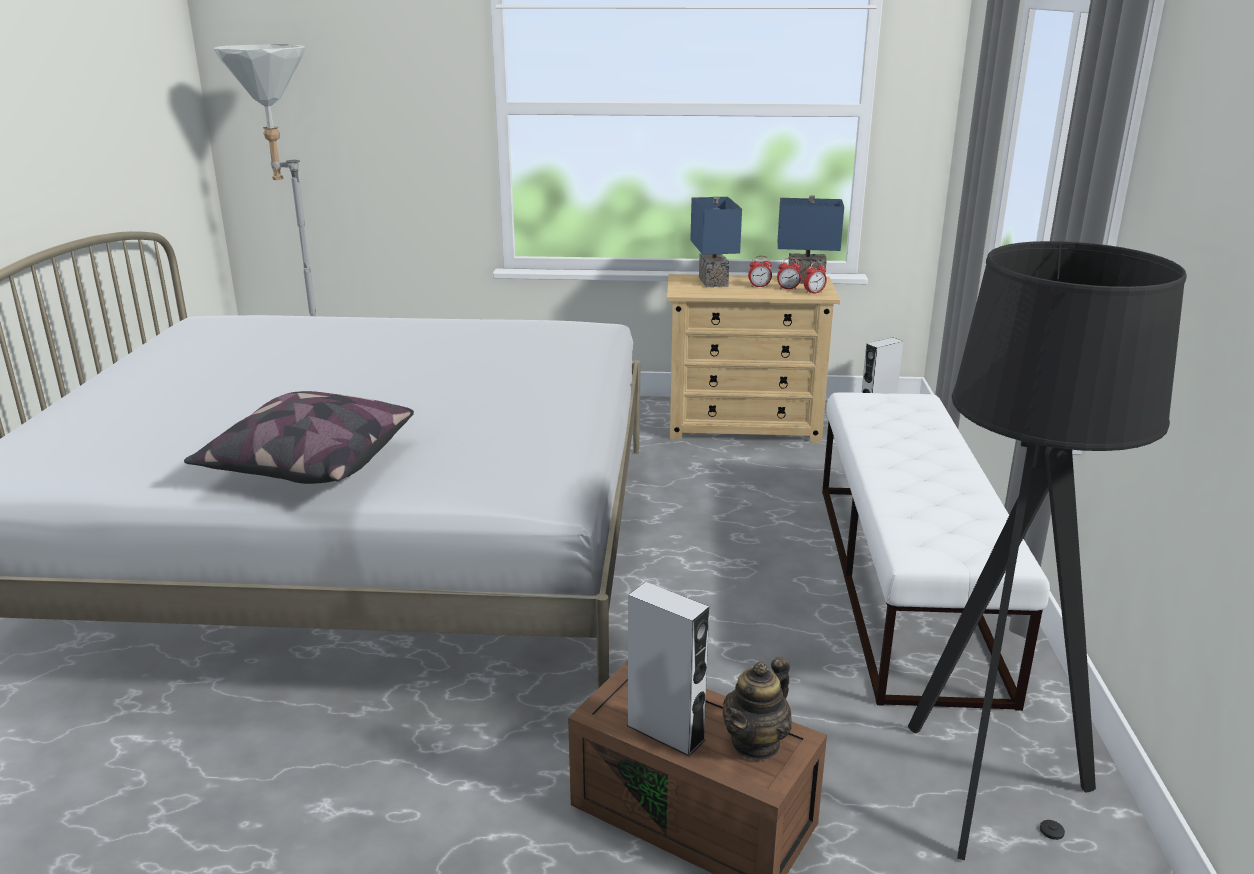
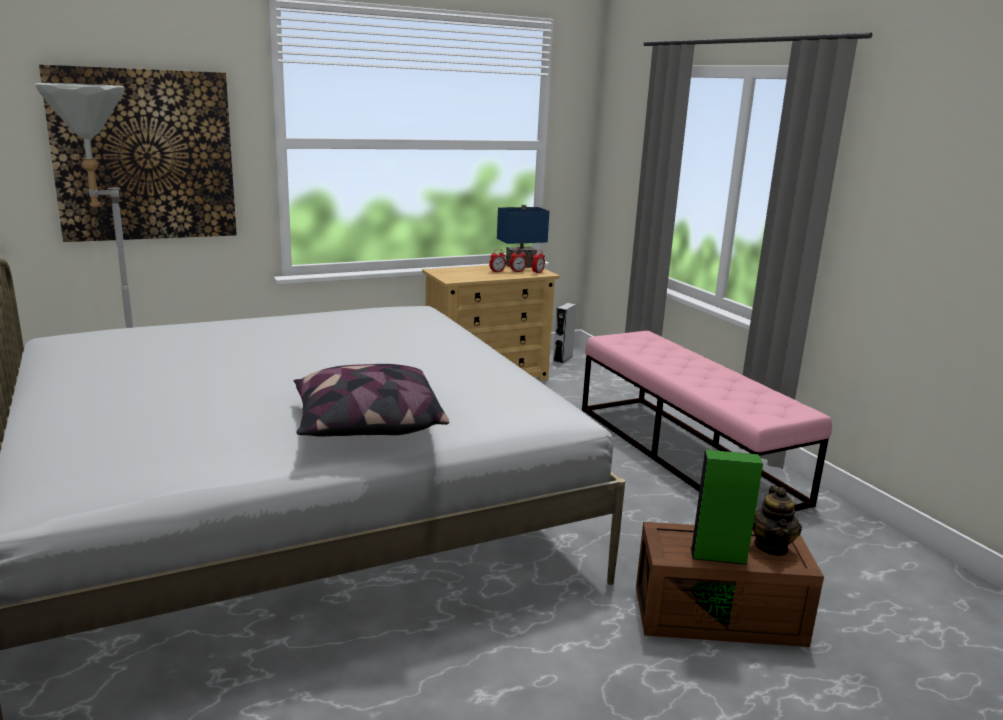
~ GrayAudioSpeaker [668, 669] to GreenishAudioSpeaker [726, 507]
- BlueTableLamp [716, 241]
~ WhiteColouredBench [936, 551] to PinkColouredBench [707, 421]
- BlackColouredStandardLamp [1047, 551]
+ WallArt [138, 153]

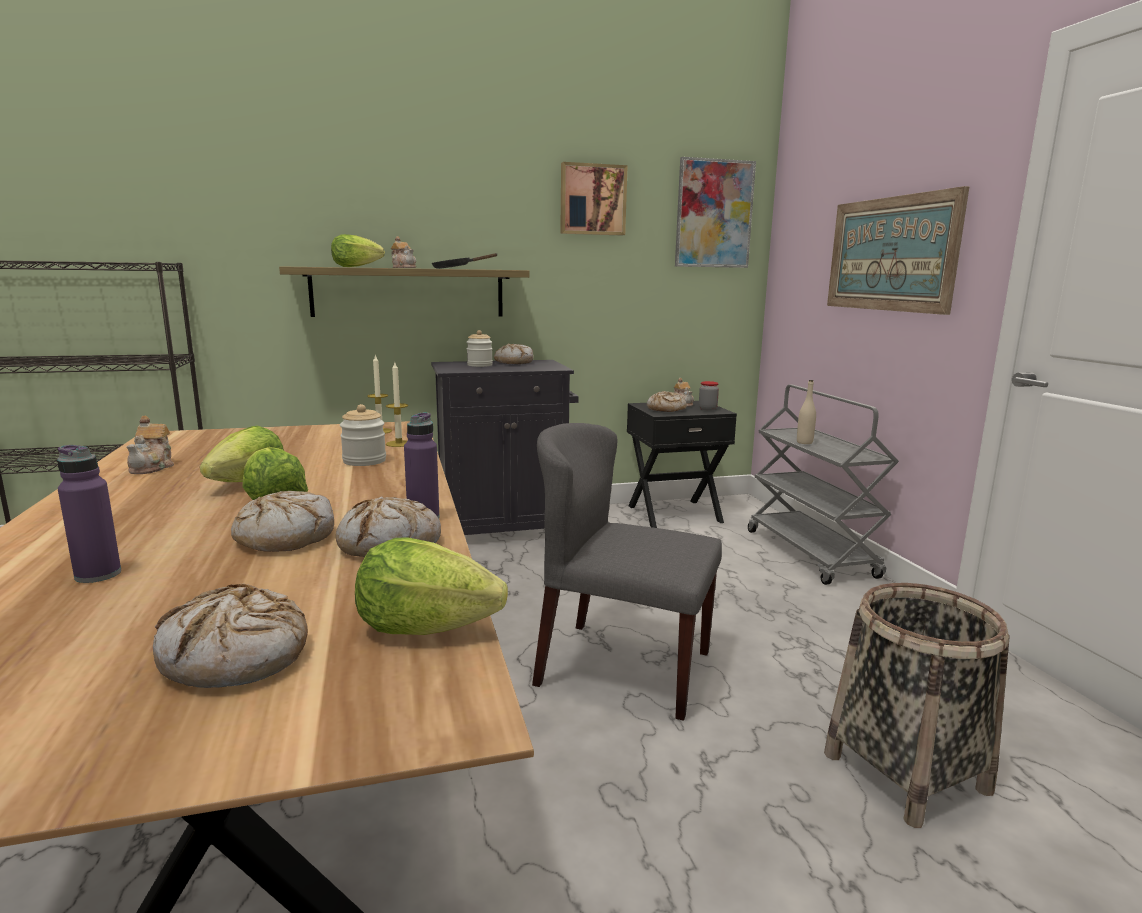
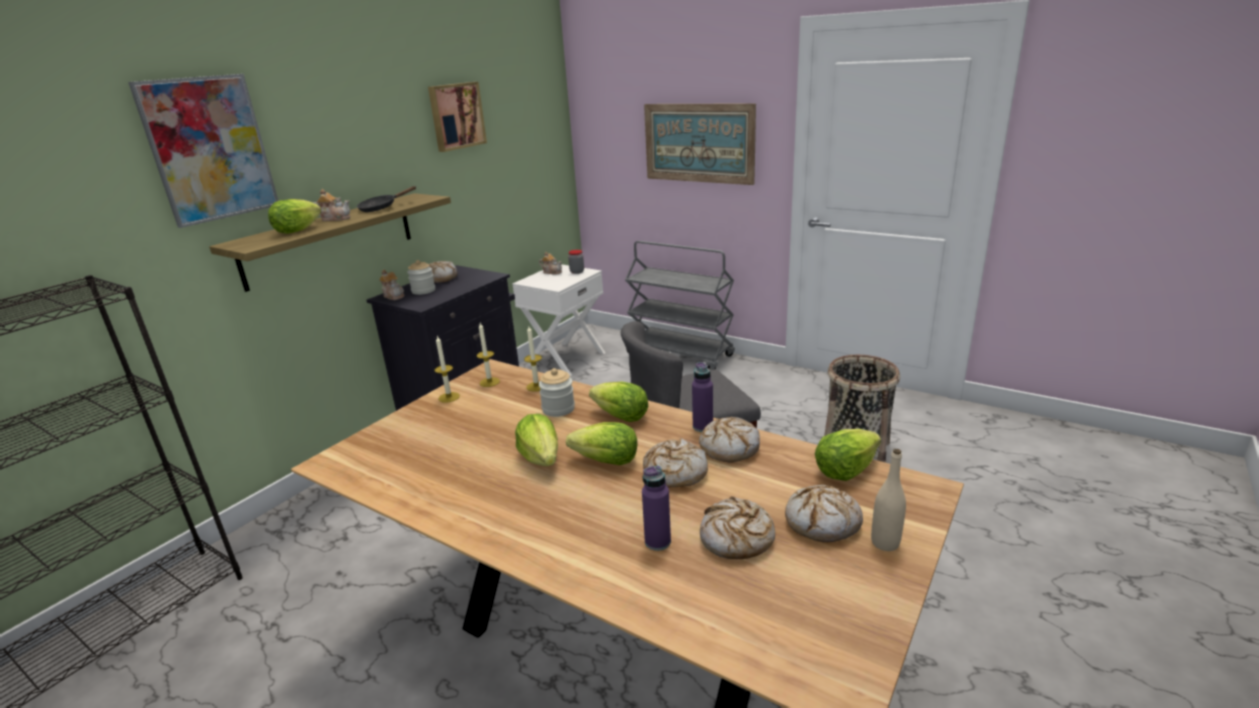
~ TeaPot [150, 445] to [391, 285]
~ BlackColouredNightTable [682, 464] to WhiteColouredNightTable [558, 320]
~ Bread [667, 401] to [737, 527]
~ WallArt [715, 212] to [203, 151]
~ SandColouredBottle [806, 412] to [888, 500]
+ WaxCandle [447, 369]
+ HeadOfLettuce [618, 401]

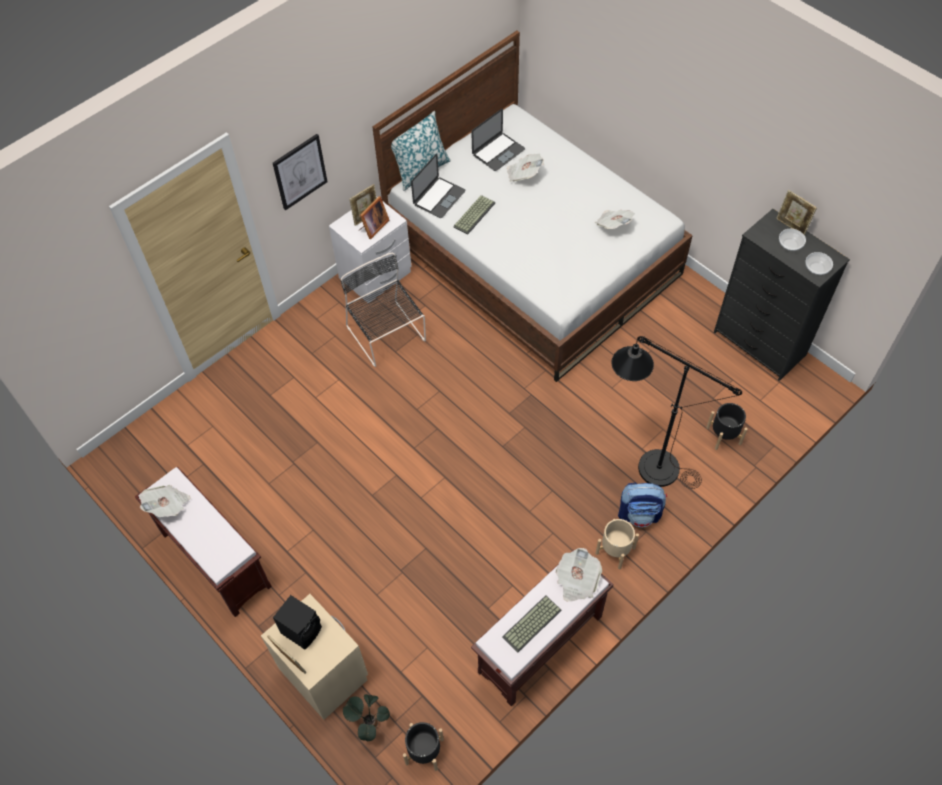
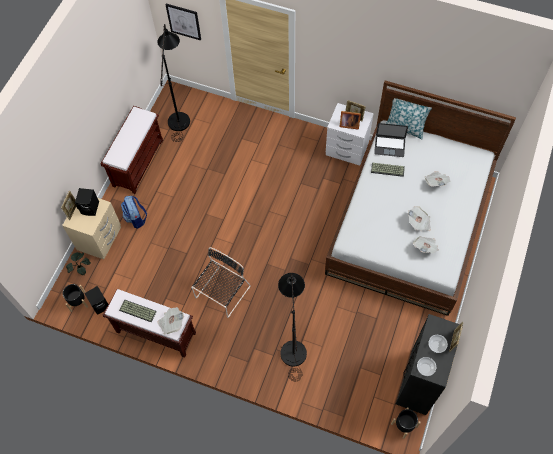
~ Newspaper [165, 501] to [419, 218]
~ WallArt [300, 172] to [183, 22]
~ BlackColouredUprightChair [383, 310] to [221, 282]
- PortableComputer [498, 140]
- SandColouredFlowerPot [617, 544]
~ Knapsack [642, 505] to [134, 212]
~ BlackColouredFlowerPot [727, 426] to [406, 423]
+ BlackColouredAudioSpeaker [96, 300]
+ BlackColouredStandardLamp [173, 83]

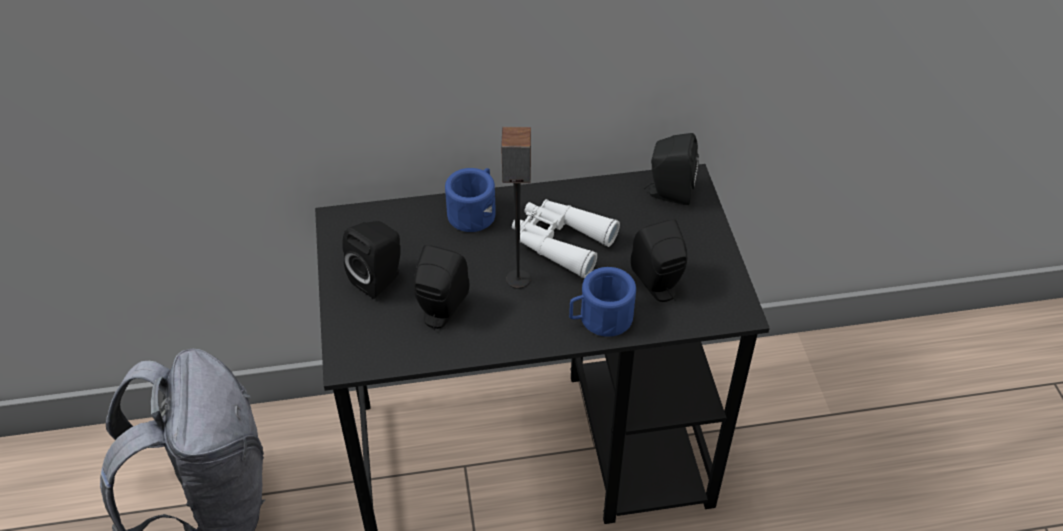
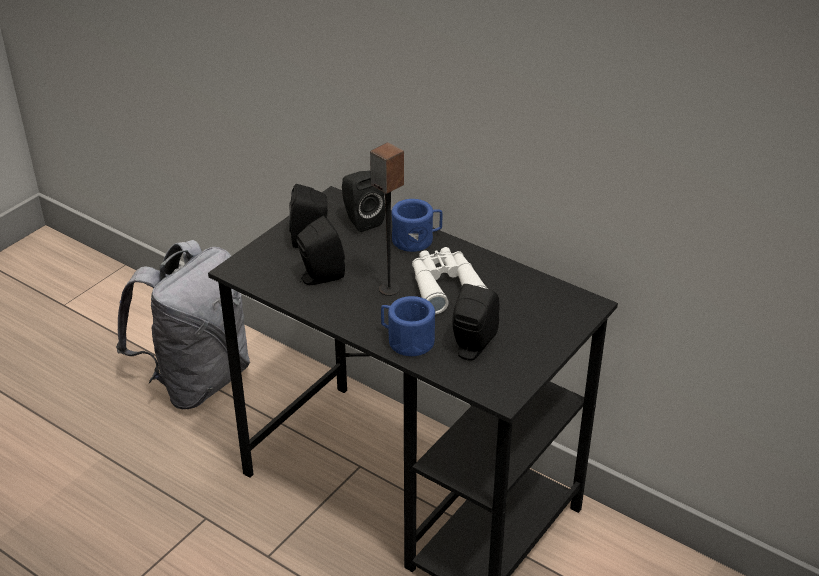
~ BlackColouredAudioSpeaker [671, 169] to [363, 201]

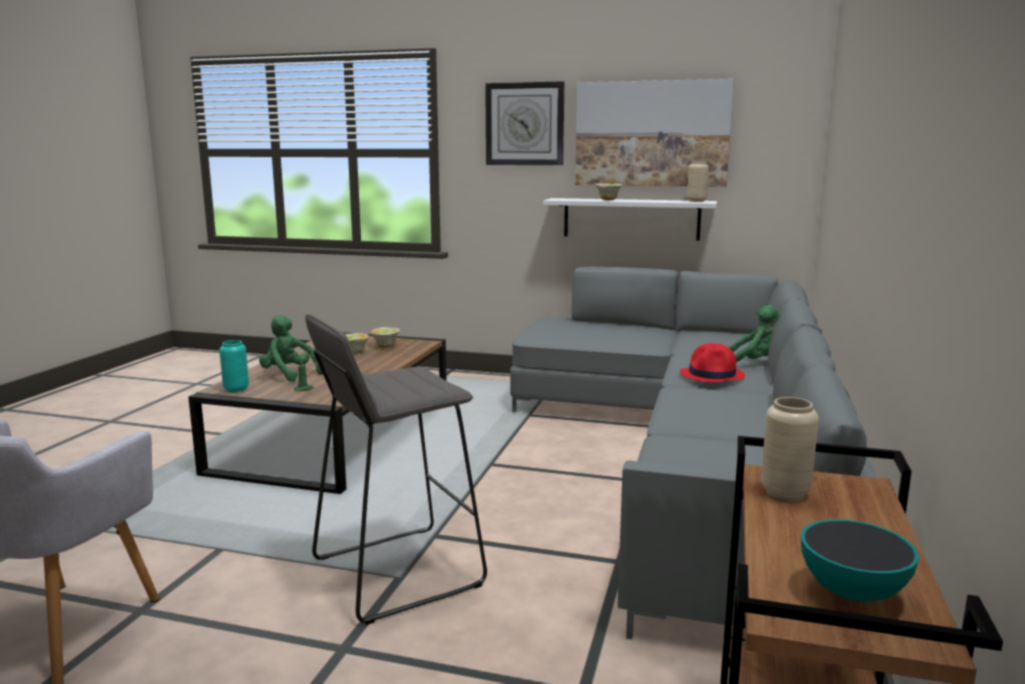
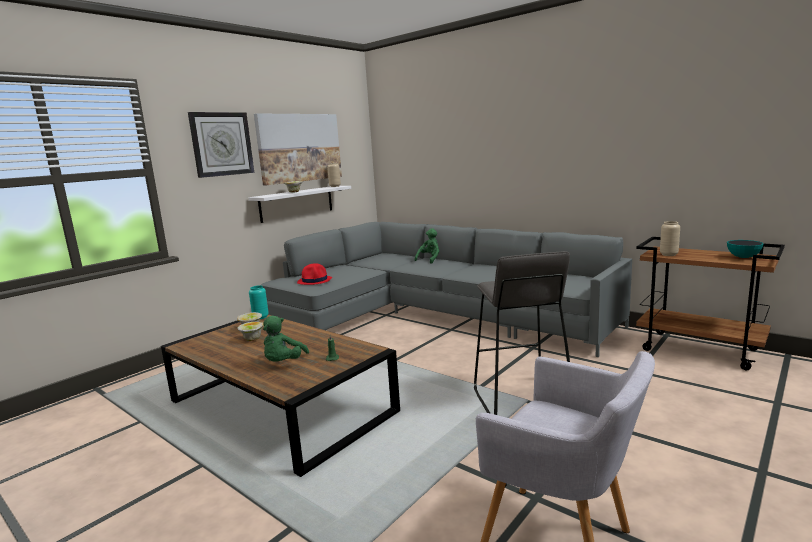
~ TurquoiseDecorativeVase [234, 366] to [259, 302]
~ GreenishPlushToy [291, 348] = [286, 339] 45 degrees counterclockwise
~ RedColouredClothingHat [712, 362] to [314, 274]

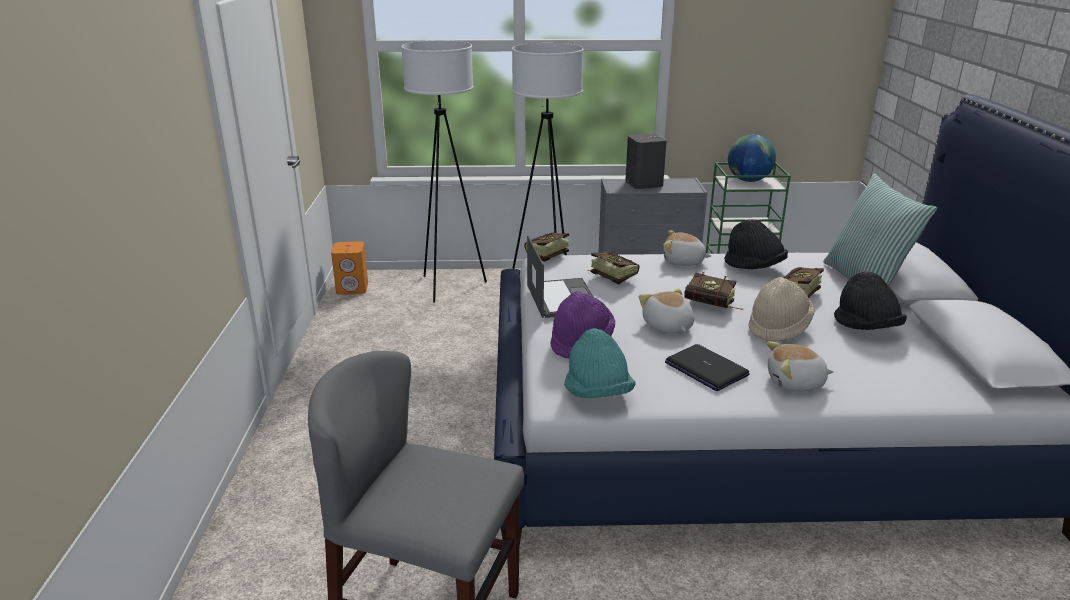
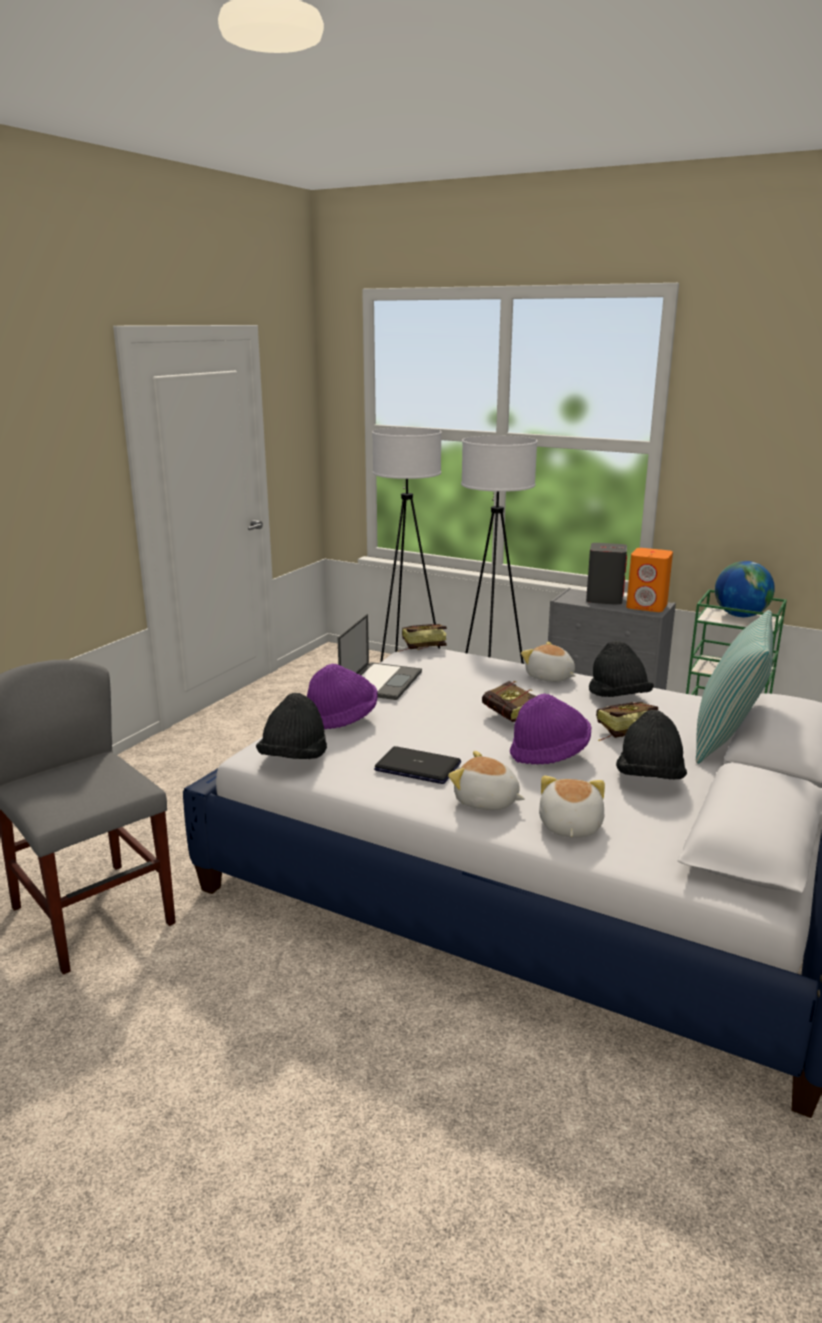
~ OrangeyAudioSpeaker [349, 268] to [649, 580]
~ TurquoiseClothingHat [600, 363] to BlackColouredClothingHat [291, 726]
- Volume [613, 268]
~ PlushToy [666, 311] to [572, 806]
~ PortableComputer [707, 367] = [417, 765] 120 degrees clockwise
~ SandColouredClothingHat [781, 309] to PurplishClothingHat [550, 729]

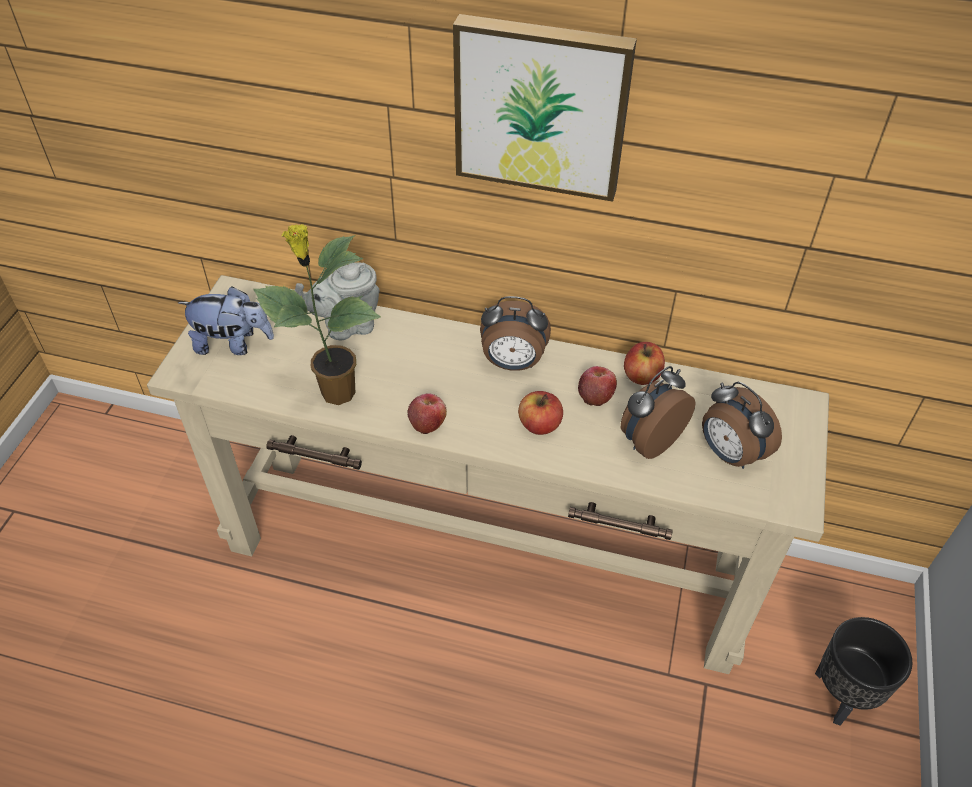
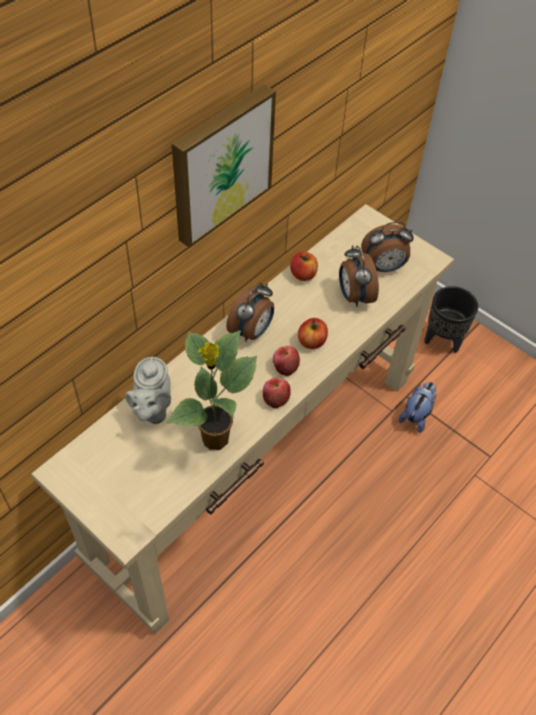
~ PlushToy [226, 320] to [418, 407]
~ AppleFruit [597, 386] to [286, 361]

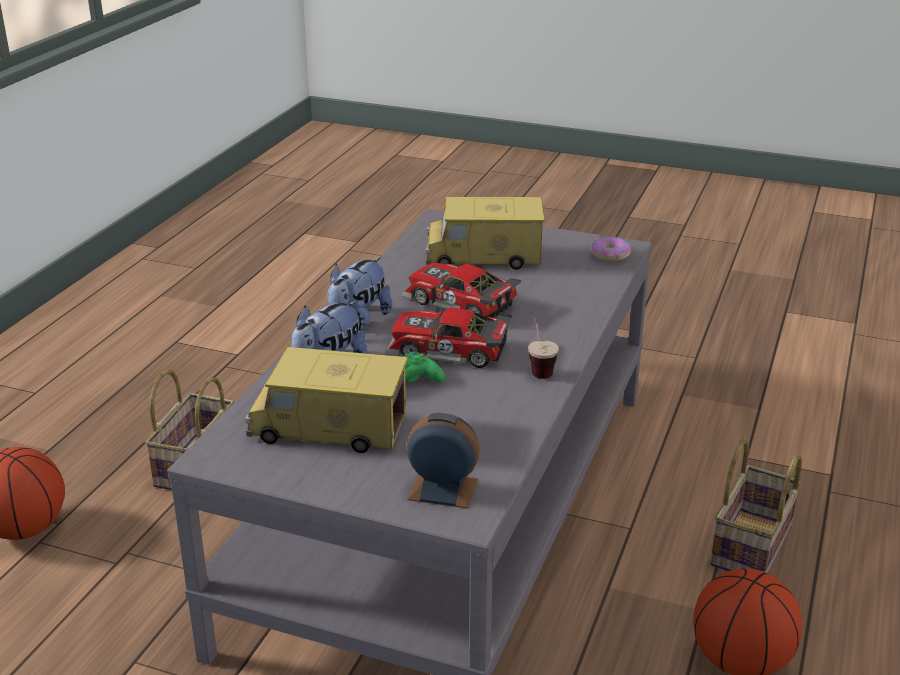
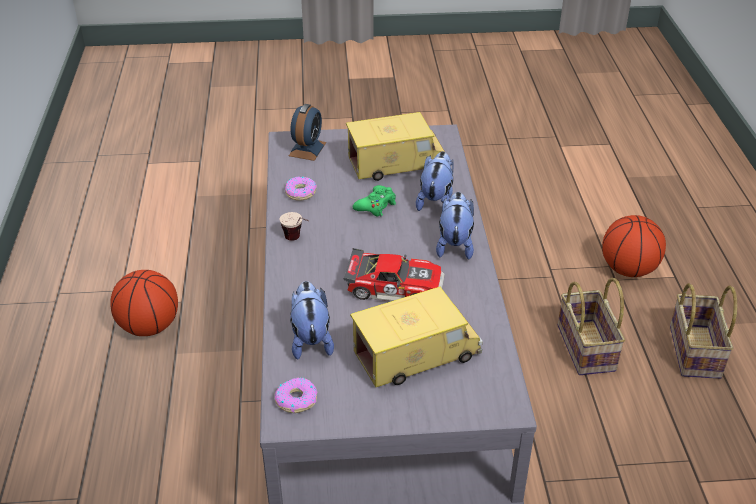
- MiniatureCar [448, 337]
~ TableClock [443, 460] = [307, 132] 60 degrees counterclockwise
~ HouseholdBasket [756, 506] to [703, 331]
+ Donut [301, 189]
+ PlushToy [312, 320]

